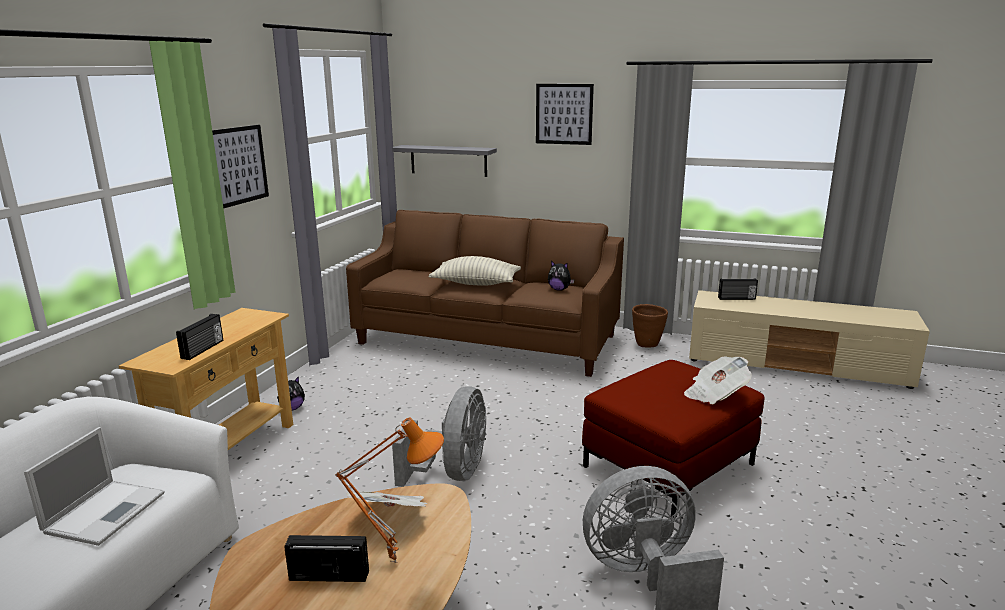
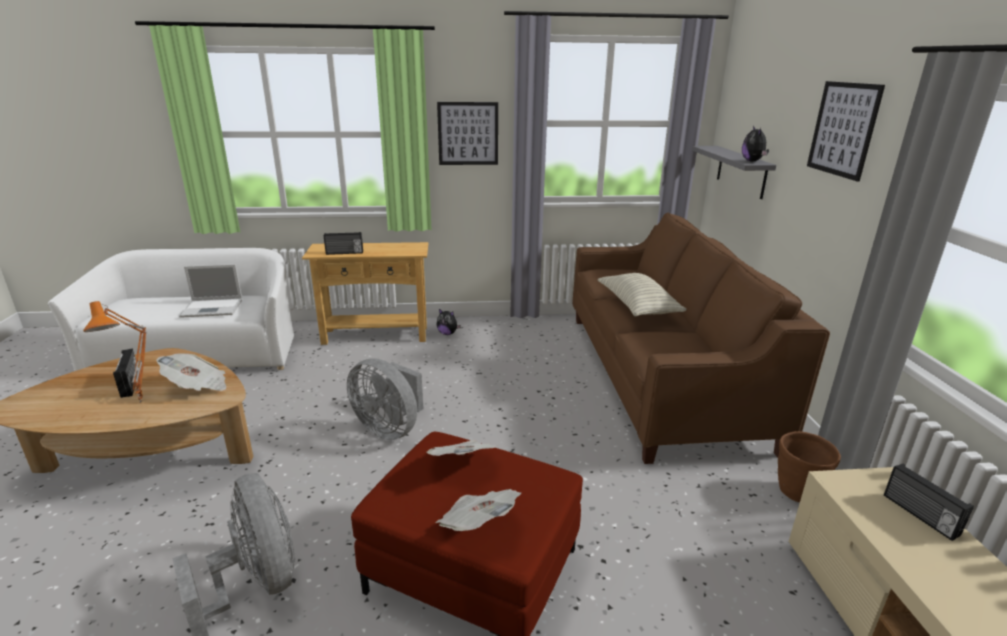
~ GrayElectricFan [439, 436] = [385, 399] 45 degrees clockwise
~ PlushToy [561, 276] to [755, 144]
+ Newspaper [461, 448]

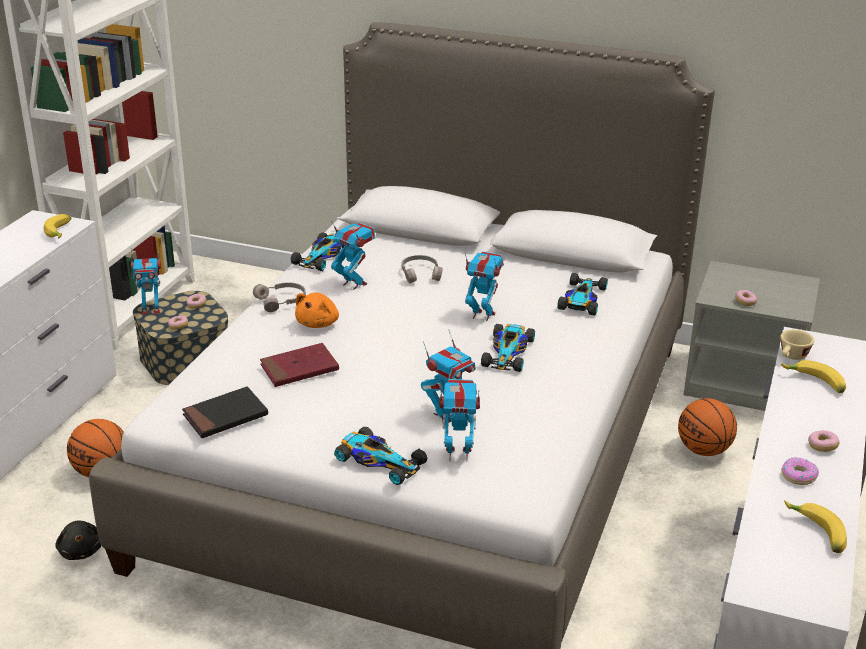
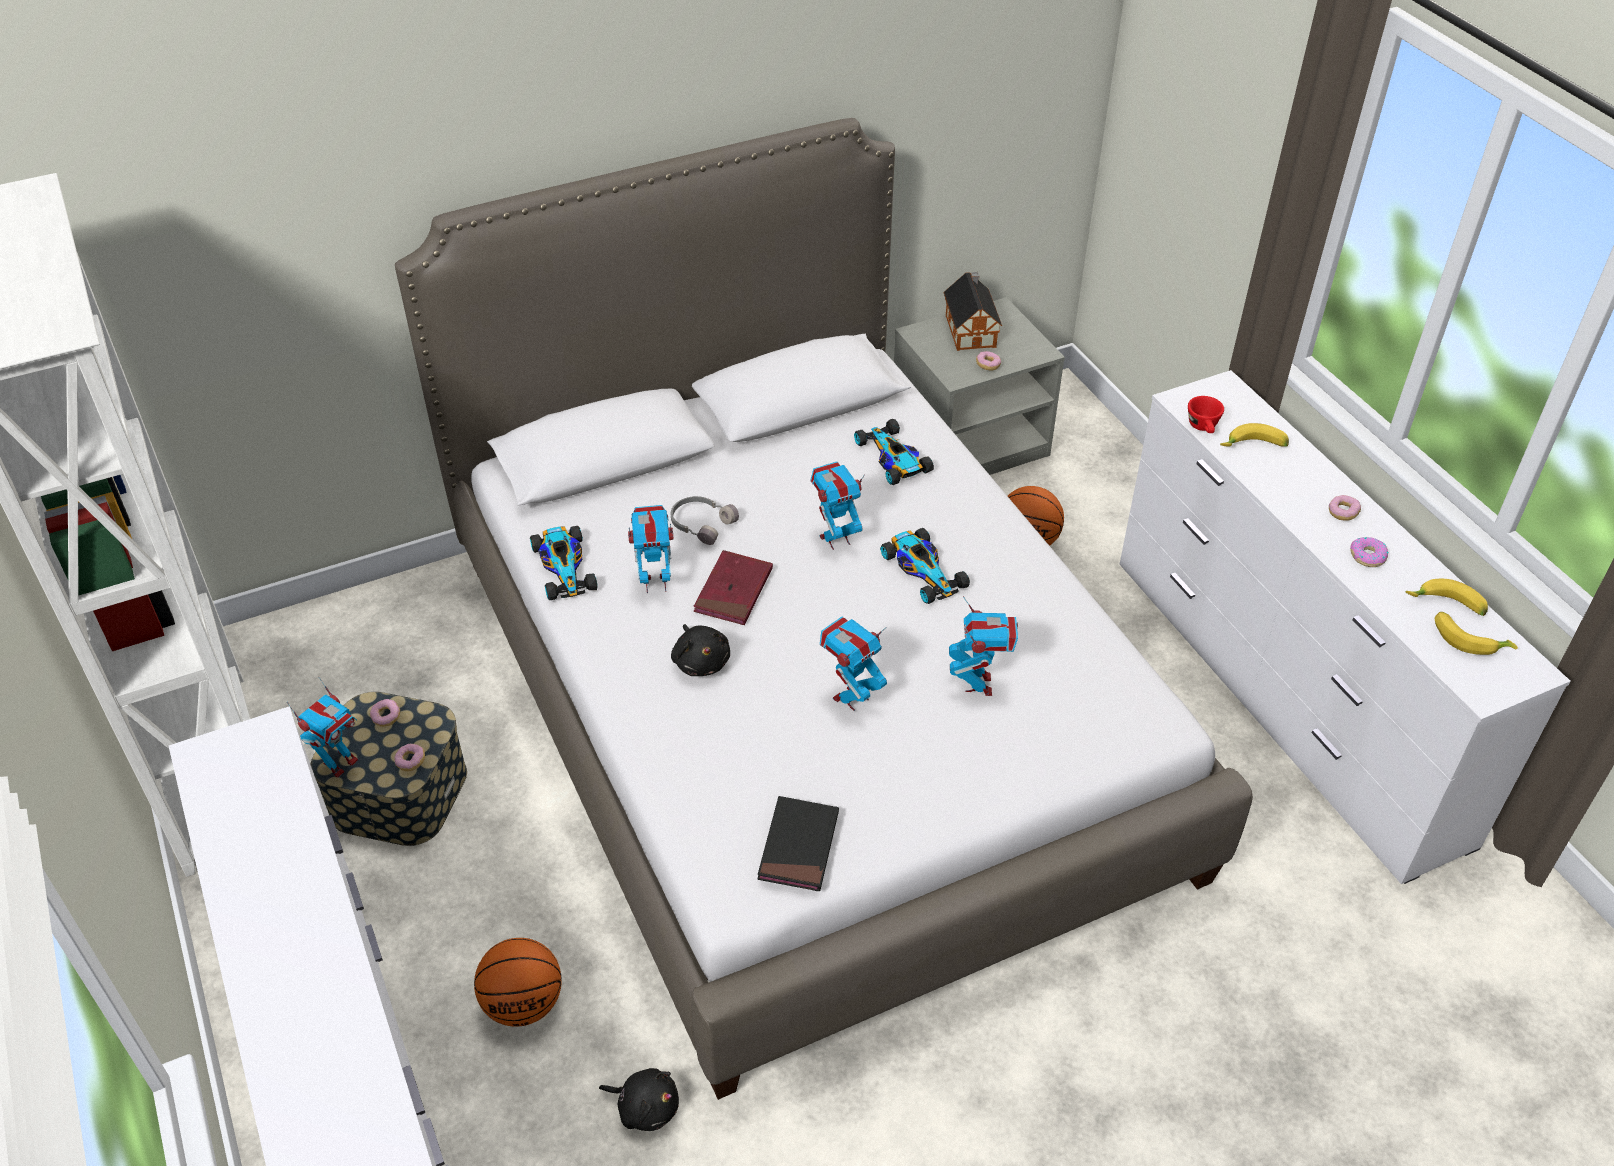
~ BananaFruit [58, 226] to [1476, 633]
- GrayHeadset [279, 297]
~ RedColouredVolume [299, 365] to [733, 587]
~ OrangeyPlushToy [317, 310] to BlackColouredPlushToy [700, 650]
- MiniatureCar [381, 456]
~ ToyRobot [459, 420] to [853, 663]
~ SandColouredDrinkingCup [797, 344] to RedColouredDrinkingCup [1206, 414]
+ ToyHouse [973, 311]

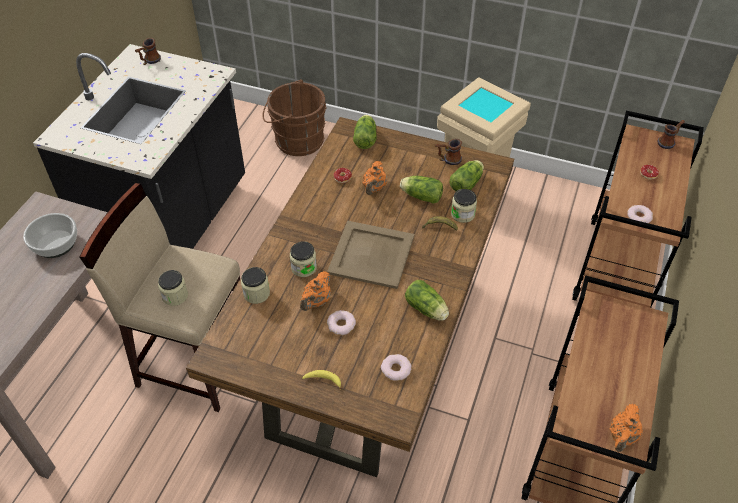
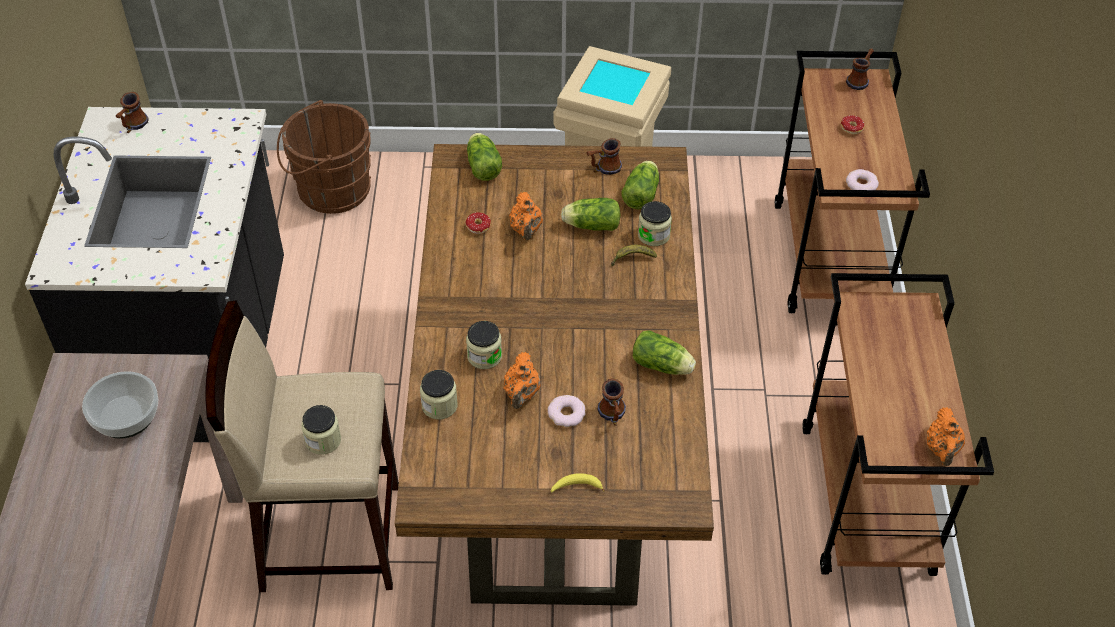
- SandColouredTray [370, 255]
- Donut [396, 367]
+ Mug [612, 402]

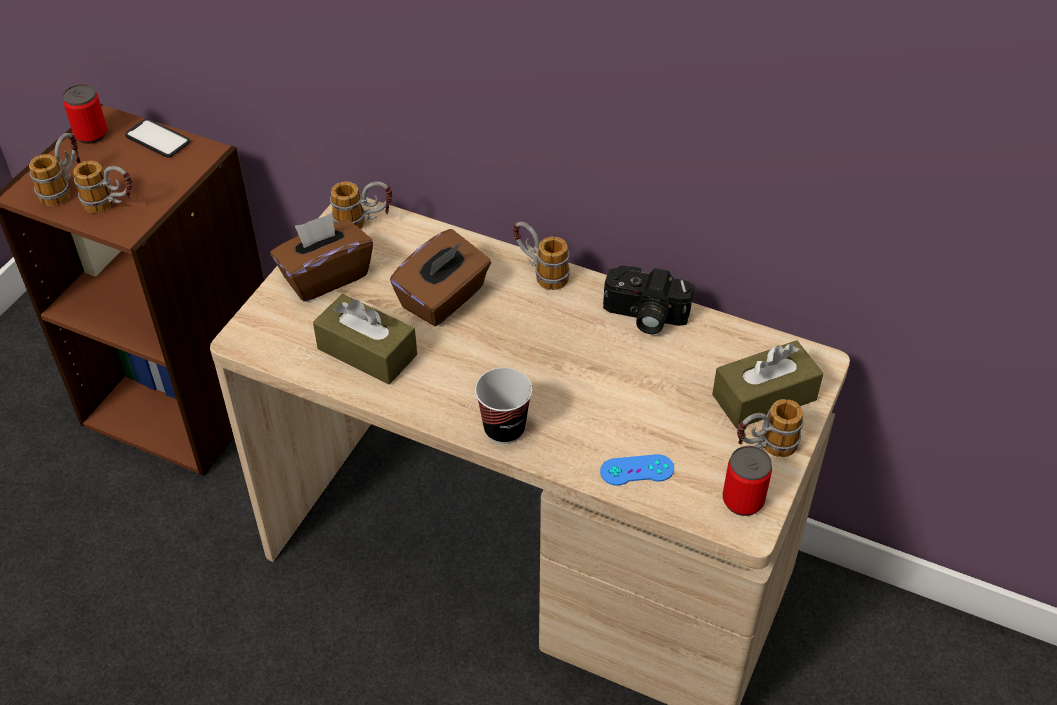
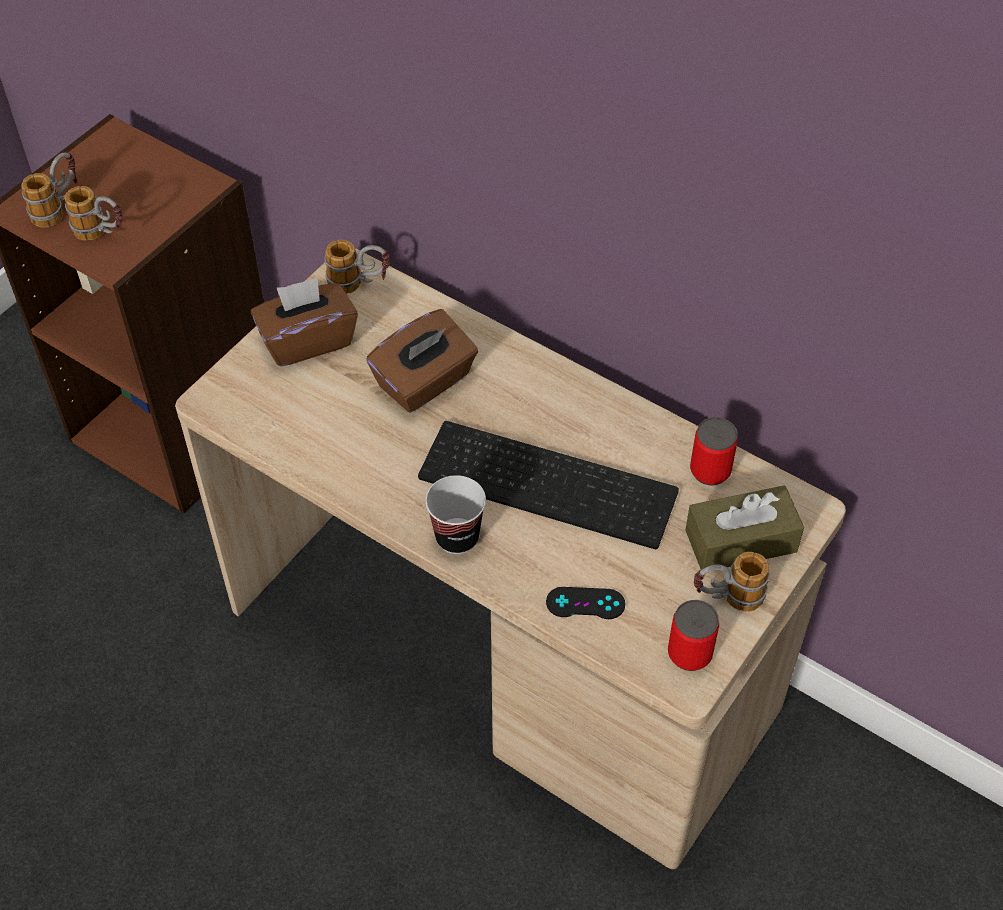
~ SealedCan [85, 114] to [714, 451]
- Telephone [157, 138]
- BrownBoxOfTissues [365, 339]
- Mug [541, 256]
~ BlueGameController [637, 470] to BlackColouredGameController [585, 603]
- PhotoCamera [648, 299]
+ ComputerKeyboard [548, 485]

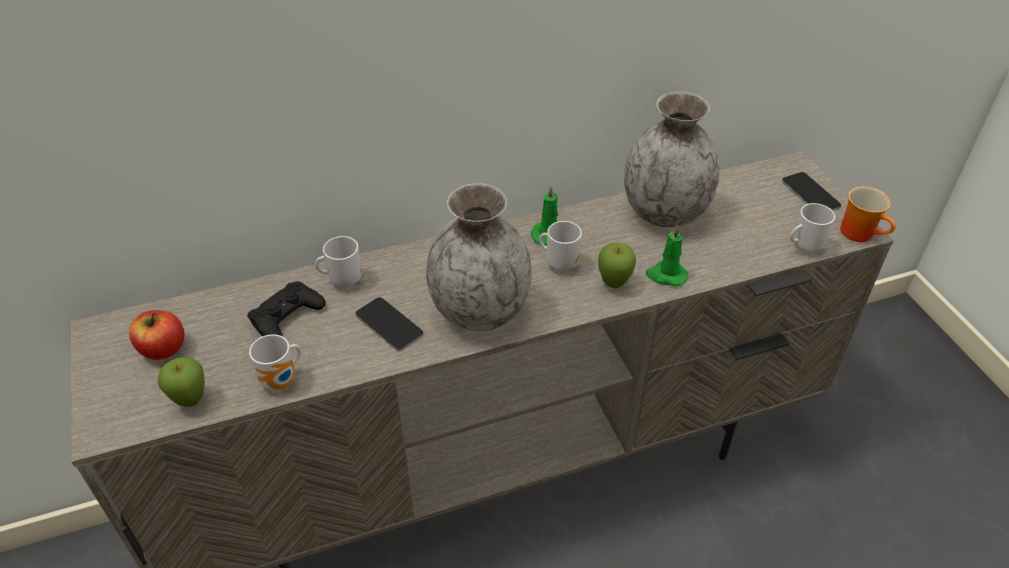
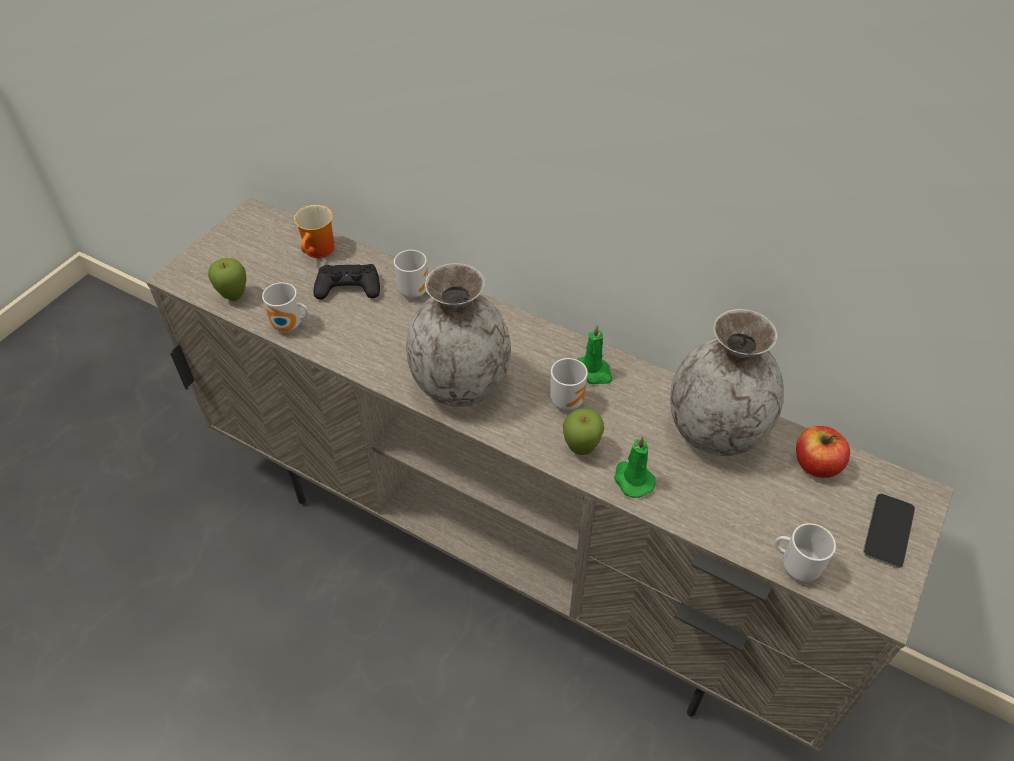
~ AppleFruit [156, 335] to [823, 452]
- Telephone [389, 324]
~ Mug [868, 214] to [314, 231]

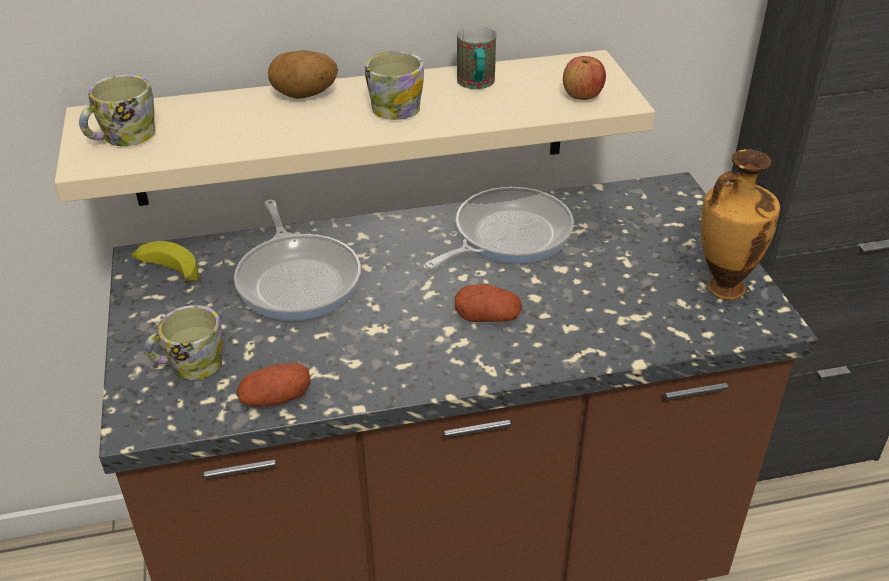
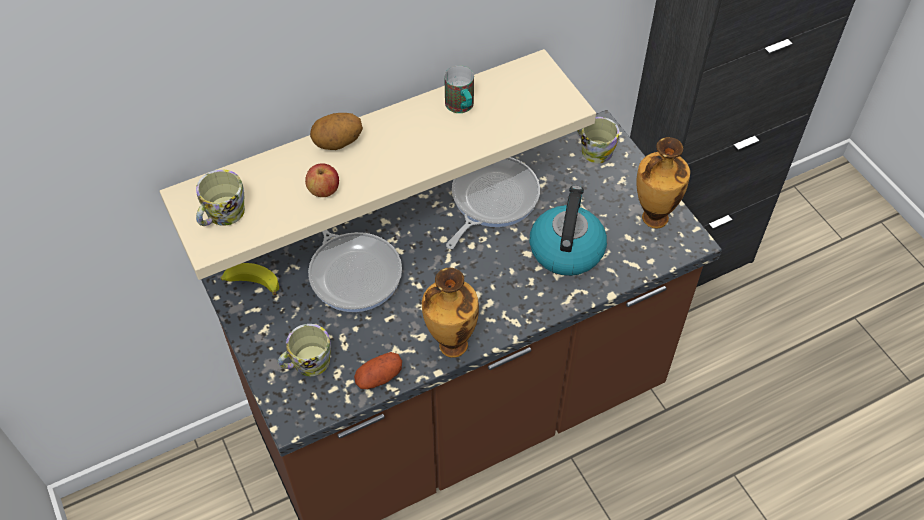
~ Mug [394, 85] to [598, 140]
- Potato [488, 303]
~ AppleFruit [584, 78] to [322, 180]
+ DecorativeVase [450, 313]
+ Kettle [568, 231]

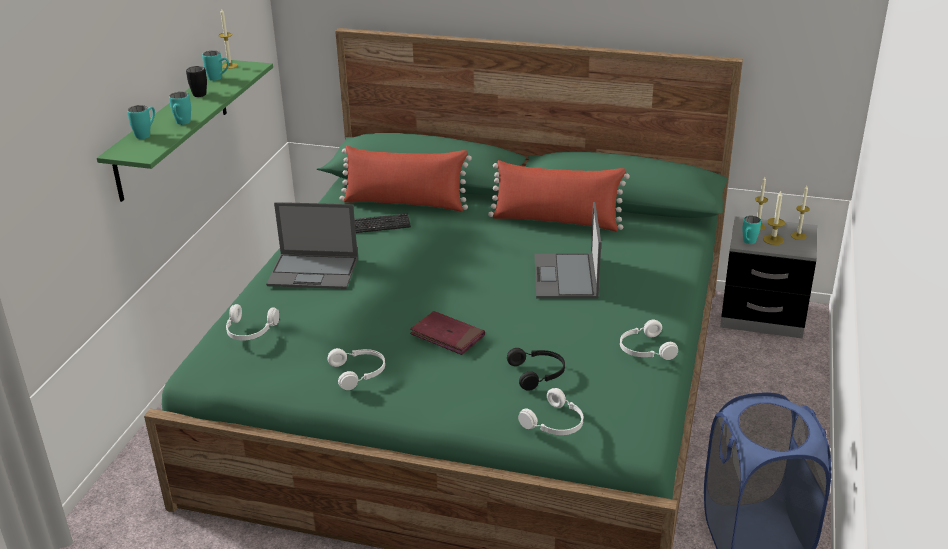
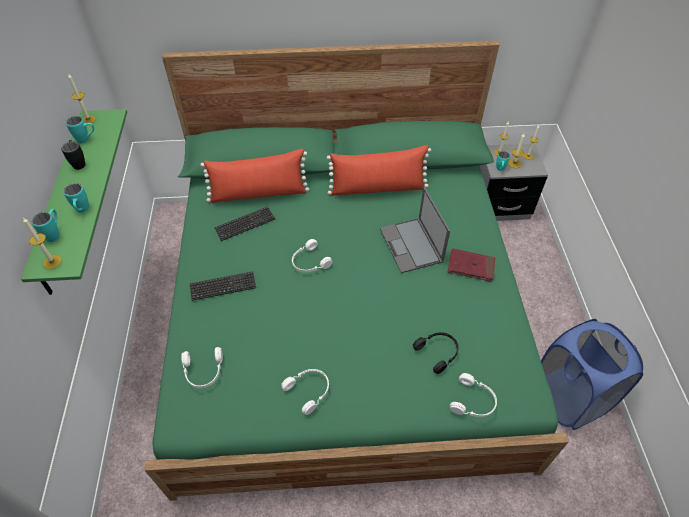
~ PortableComputer [312, 245] to ComputerKeyboard [223, 286]
~ RedColouredVolume [447, 333] to [471, 265]
~ WhiteColouredHeadset [649, 340] to [312, 256]
+ WaxCandle [42, 243]

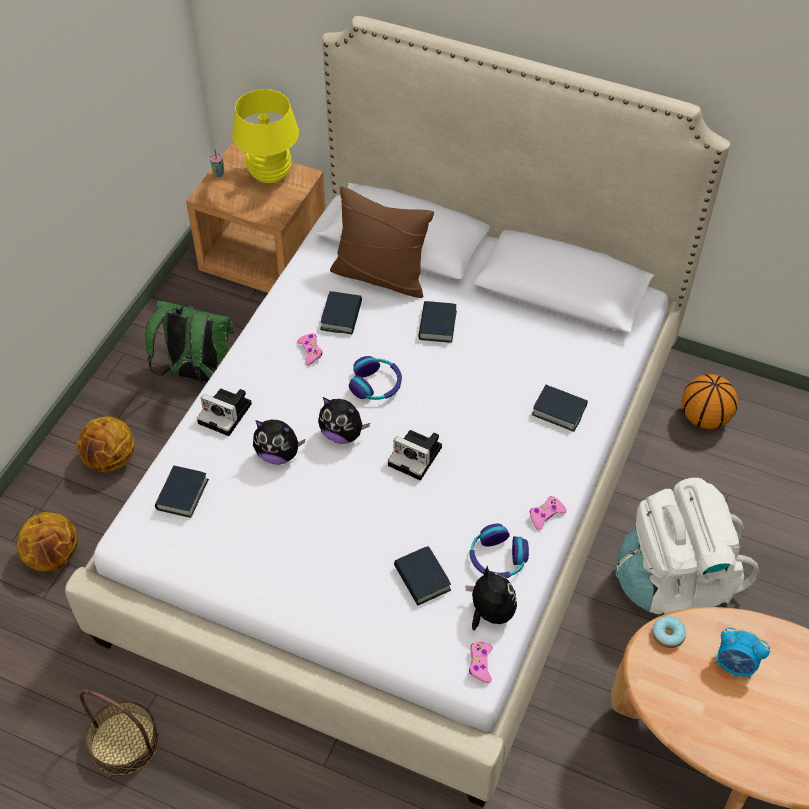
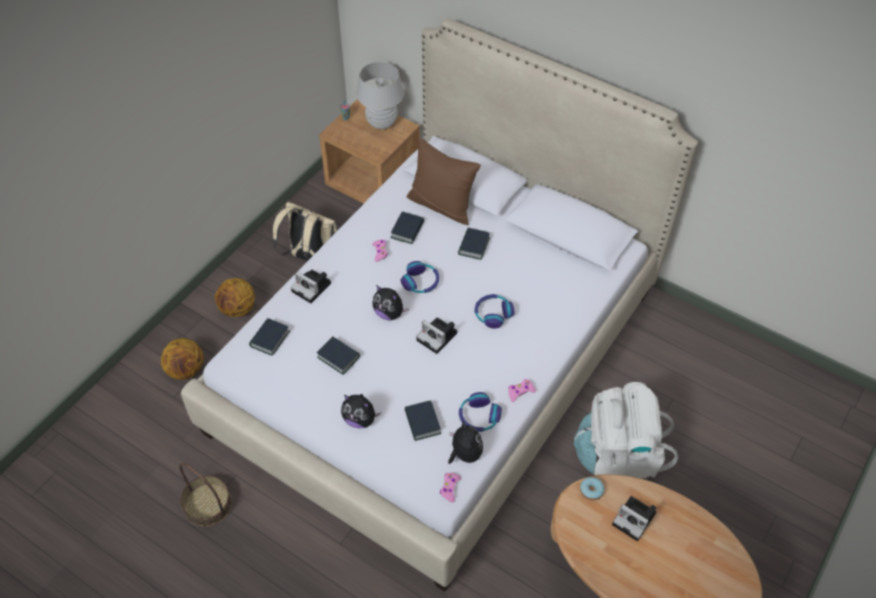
~ GreenishKnapsack [190, 342] to SandColouredKnapsack [305, 232]
~ YellowColouredTableLamp [265, 136] to WhiteColouredTableLamp [380, 95]
~ PlushToy [279, 442] to [361, 411]
~ Volume [560, 408] to [338, 356]
- BallForBasketball [709, 401]
~ TableClock [742, 653] to PhotoCamera [634, 518]
+ Headset [494, 311]

